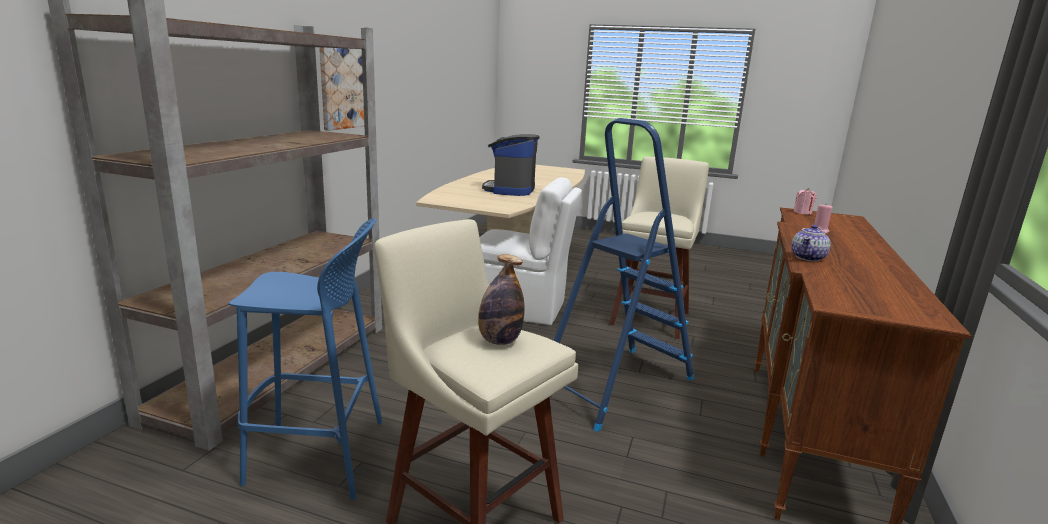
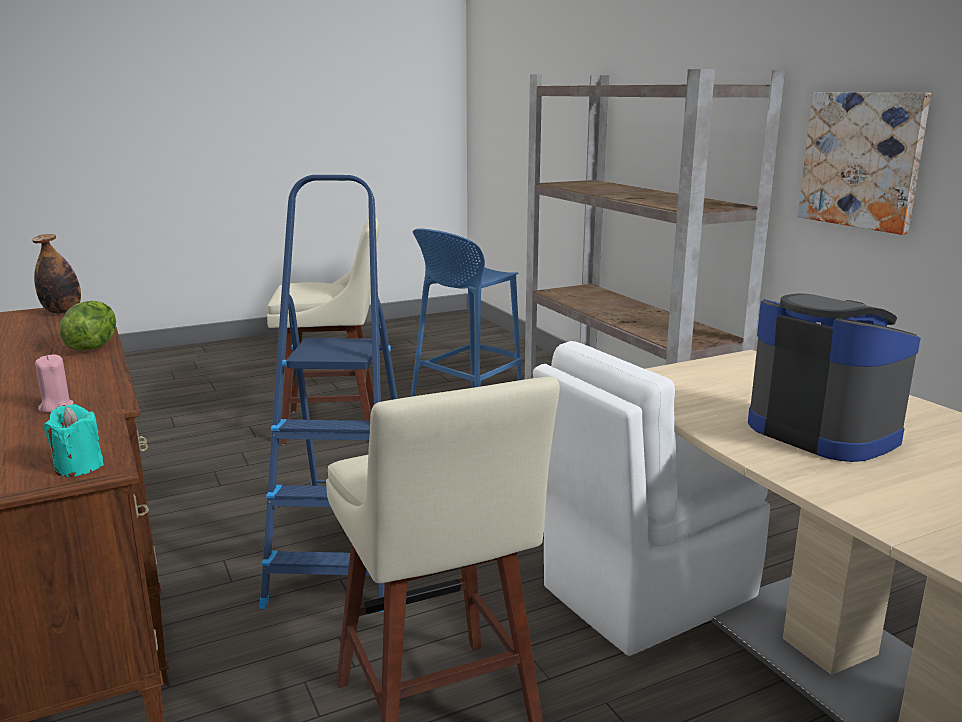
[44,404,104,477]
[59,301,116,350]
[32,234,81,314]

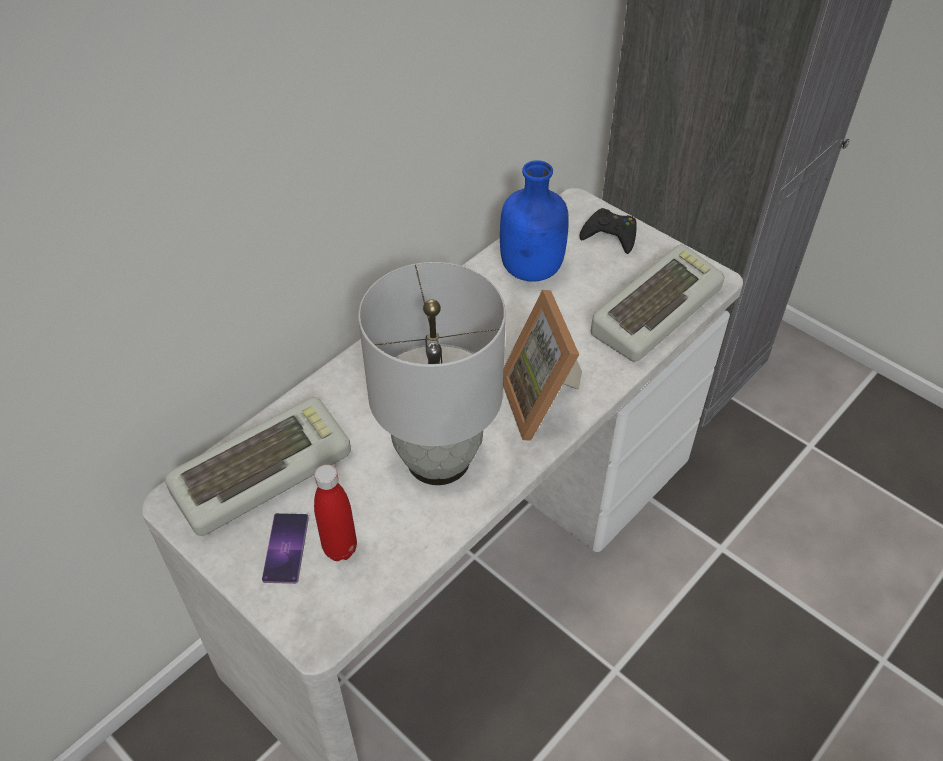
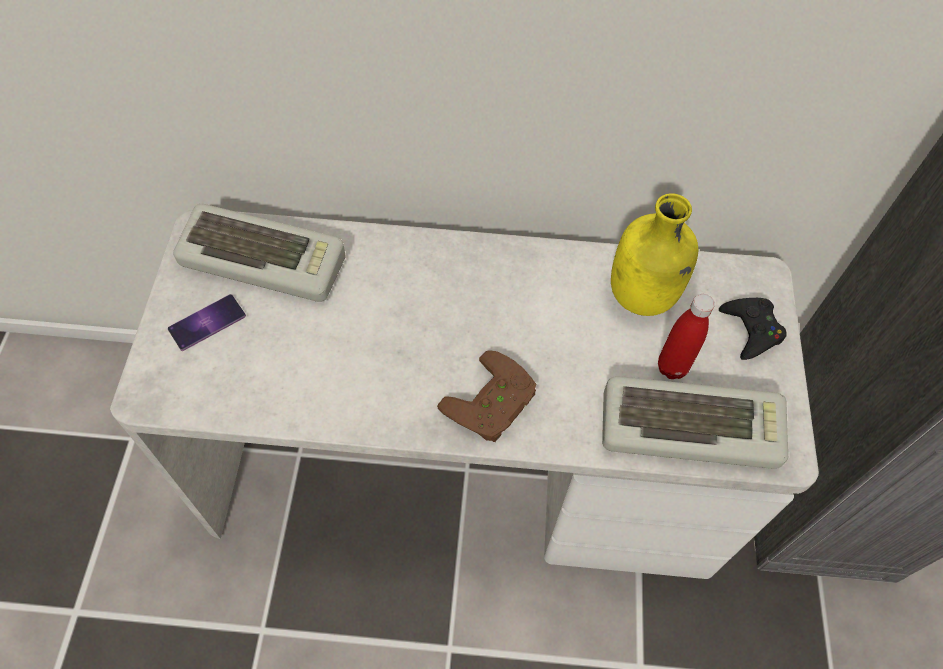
[611,193,698,316]
[358,262,506,485] (first image)
[437,350,536,442]
[658,294,715,379]

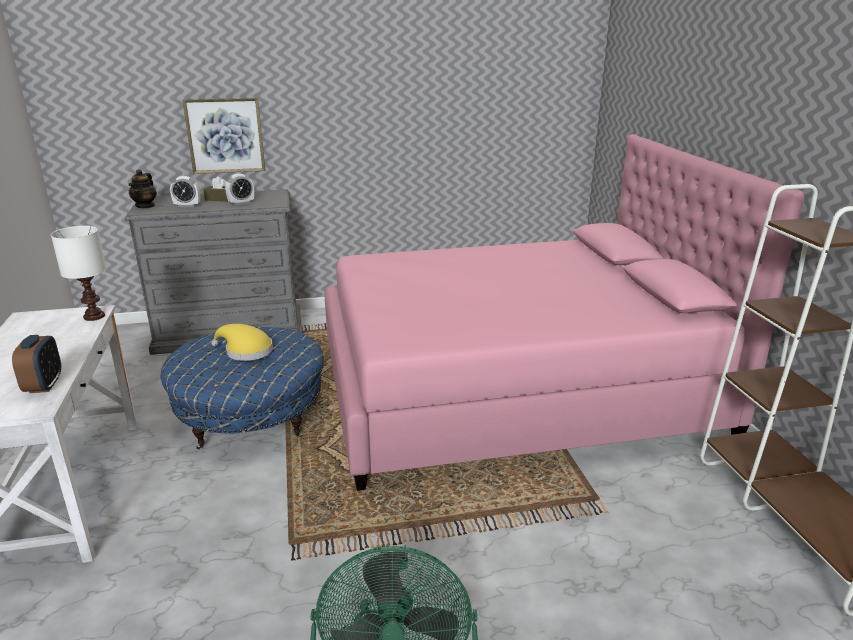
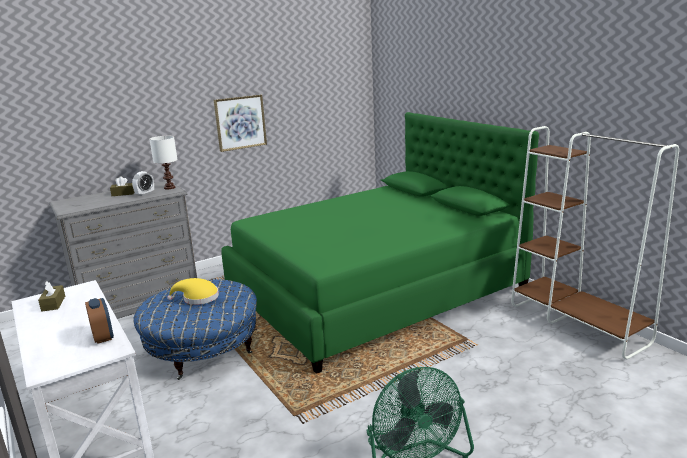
[214,95,267,152]
[221,112,539,374]
[128,169,157,208] (first image)
[170,176,200,207] (first image)
[150,136,178,189]
[38,281,65,312]

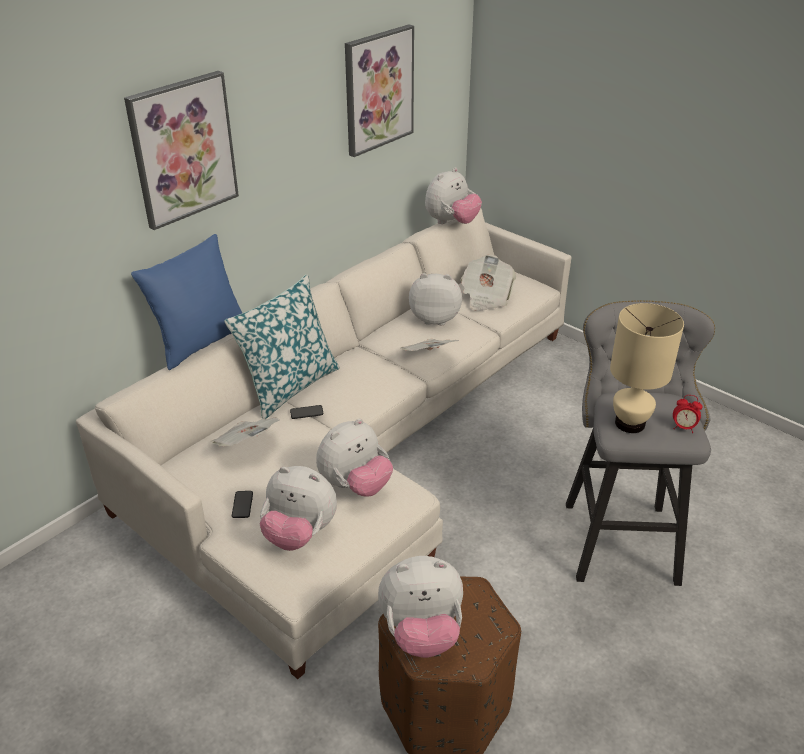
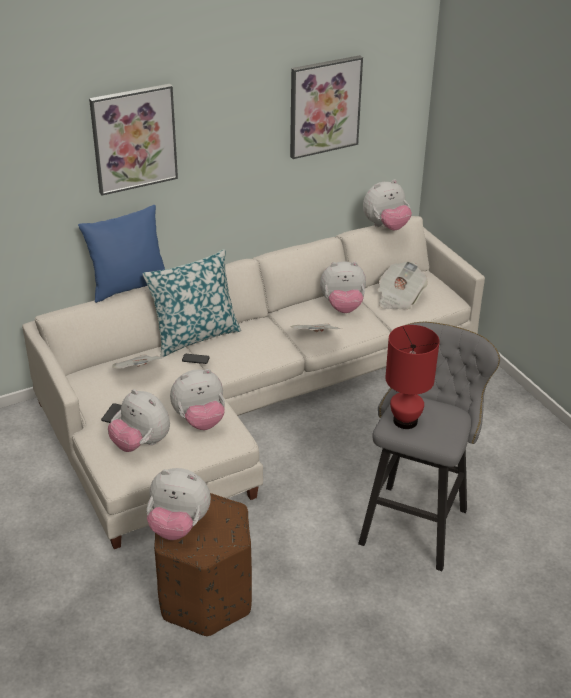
[320,261,366,313]
[385,325,440,429]
[673,395,703,433] (first image)

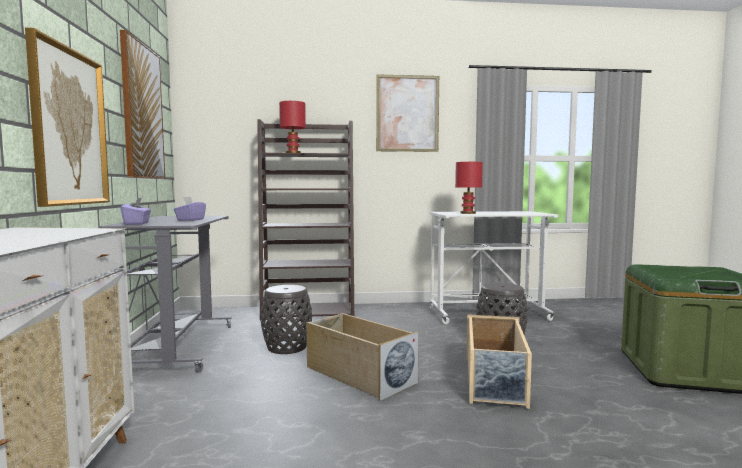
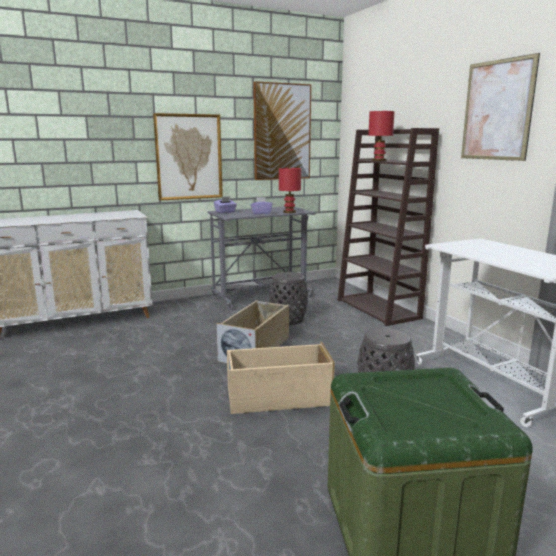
[279,168,301,213]

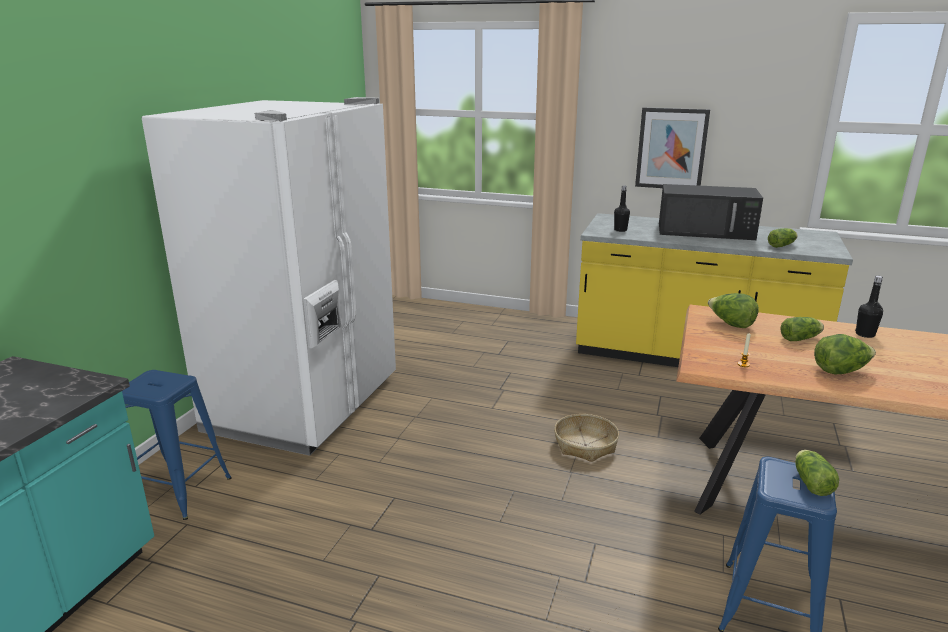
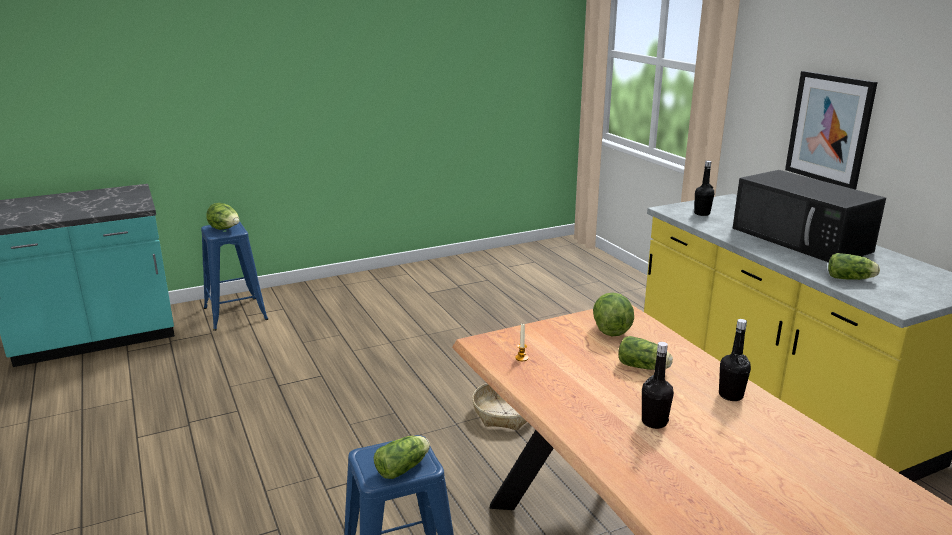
[142,97,396,456] (first image)
[207,203,239,230]
[642,342,674,429]

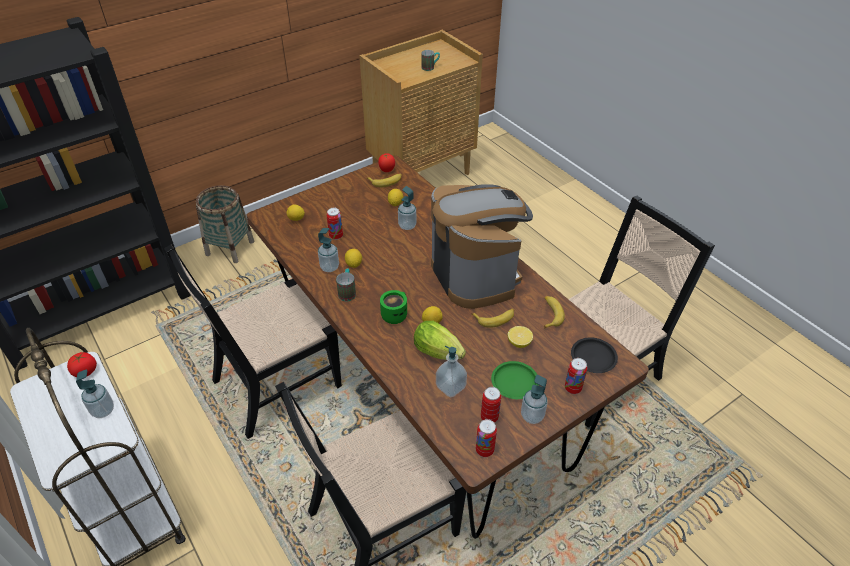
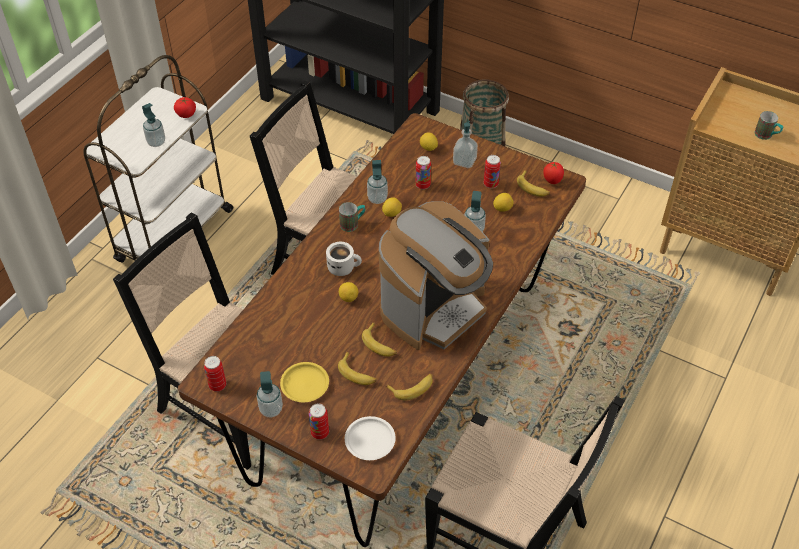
[326,242,362,276]
[414,321,466,360] (first image)
[338,351,377,385]
[345,416,396,460]
[453,121,478,168]
[280,362,329,402]
[484,155,501,188]

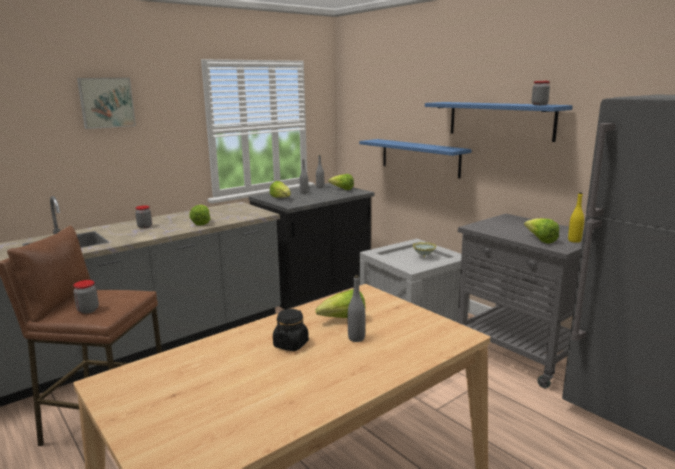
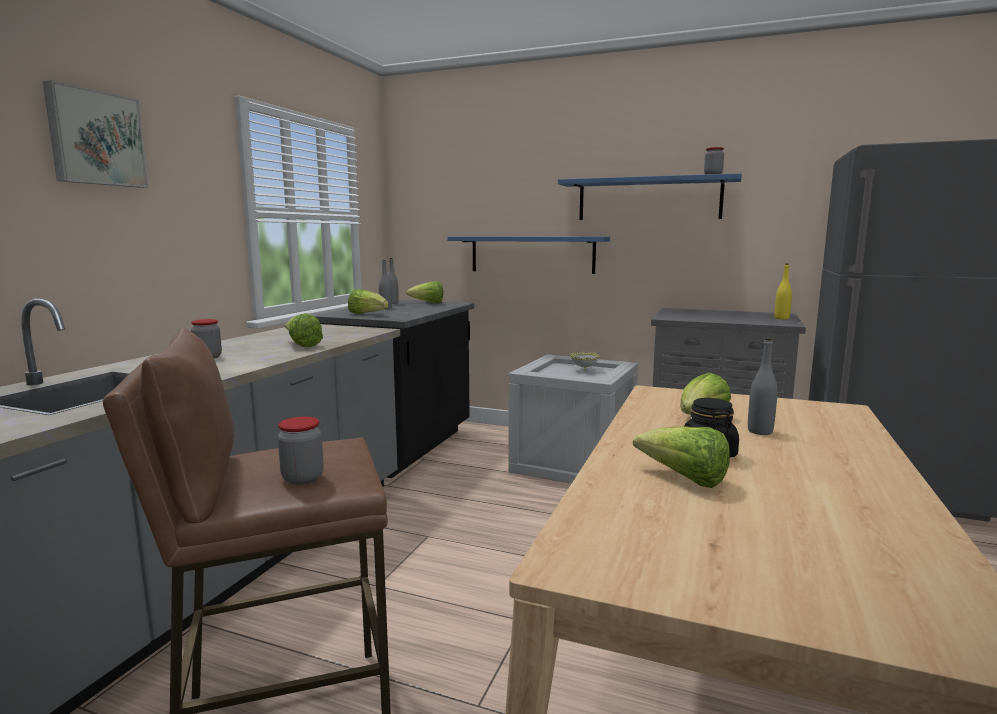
[633,426,730,488]

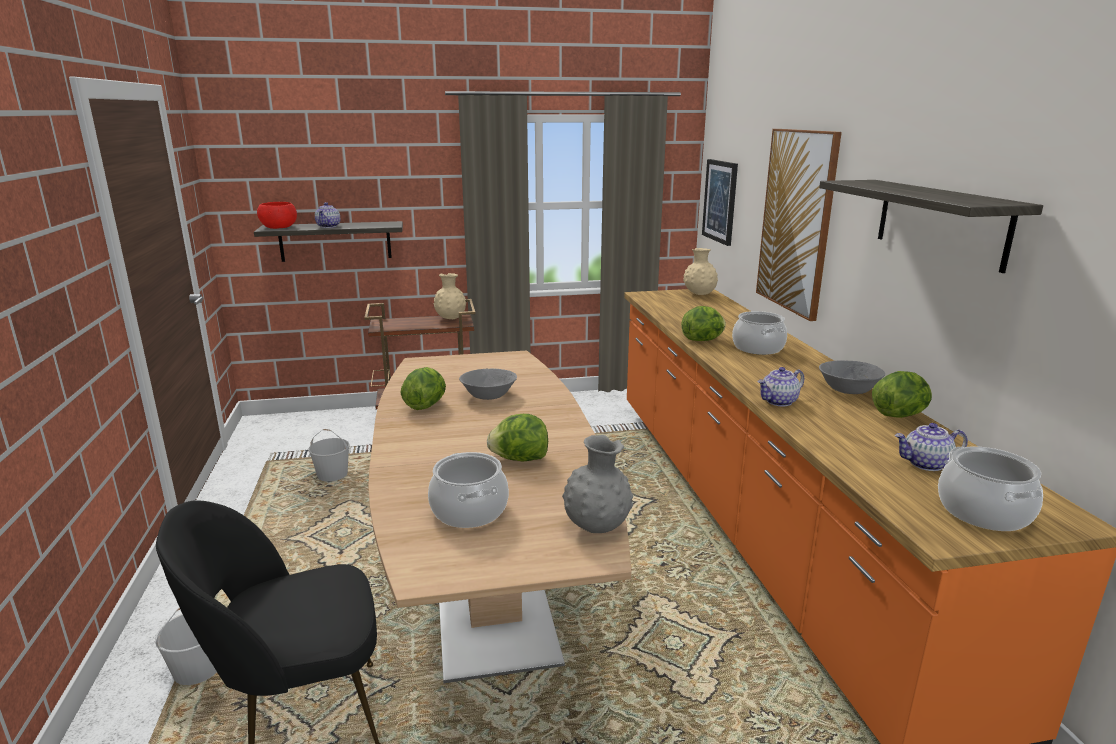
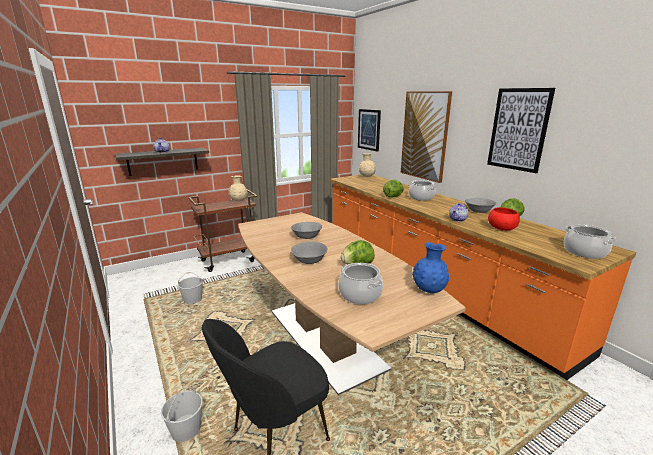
[487,88,555,173]
[488,207,520,231]
[401,367,446,410] (first image)
[895,423,968,471] (first image)
[412,242,449,293]
[291,242,328,264]

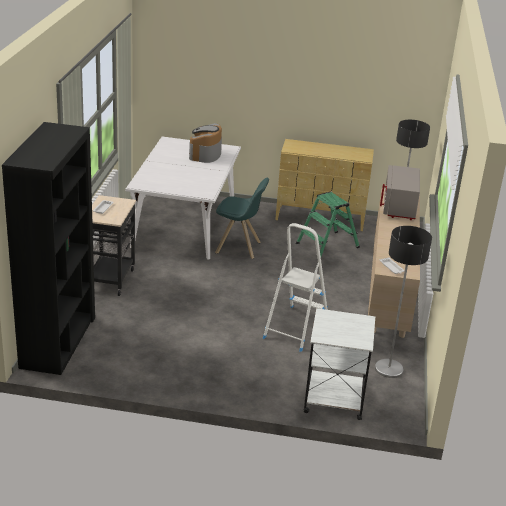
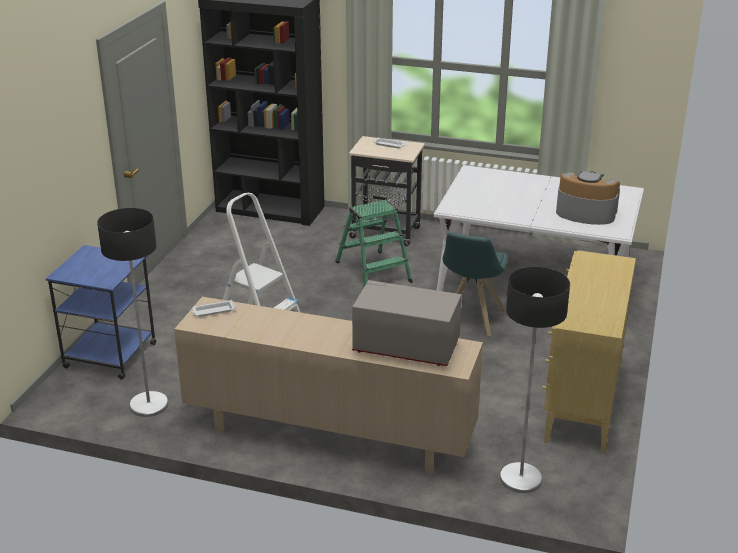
[335,199,413,287]
[46,245,156,380]

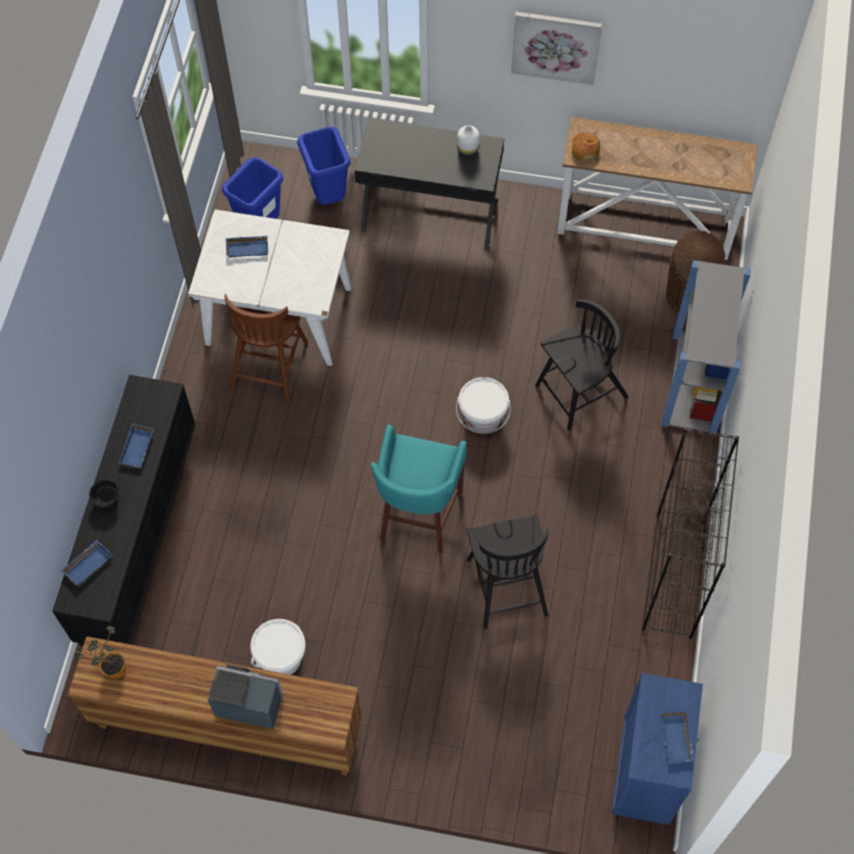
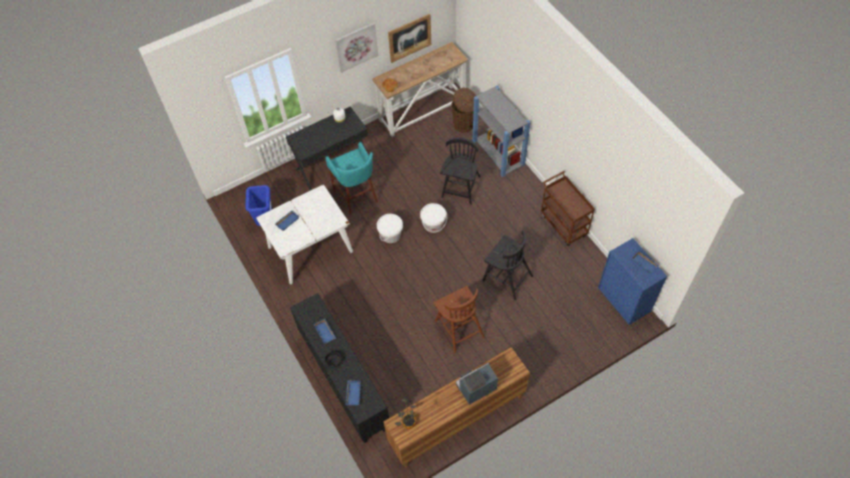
[297,127,350,205] (first image)
[433,286,485,353]
[325,142,378,215]
[541,171,595,246]
[377,214,403,243]
[388,14,431,63]

